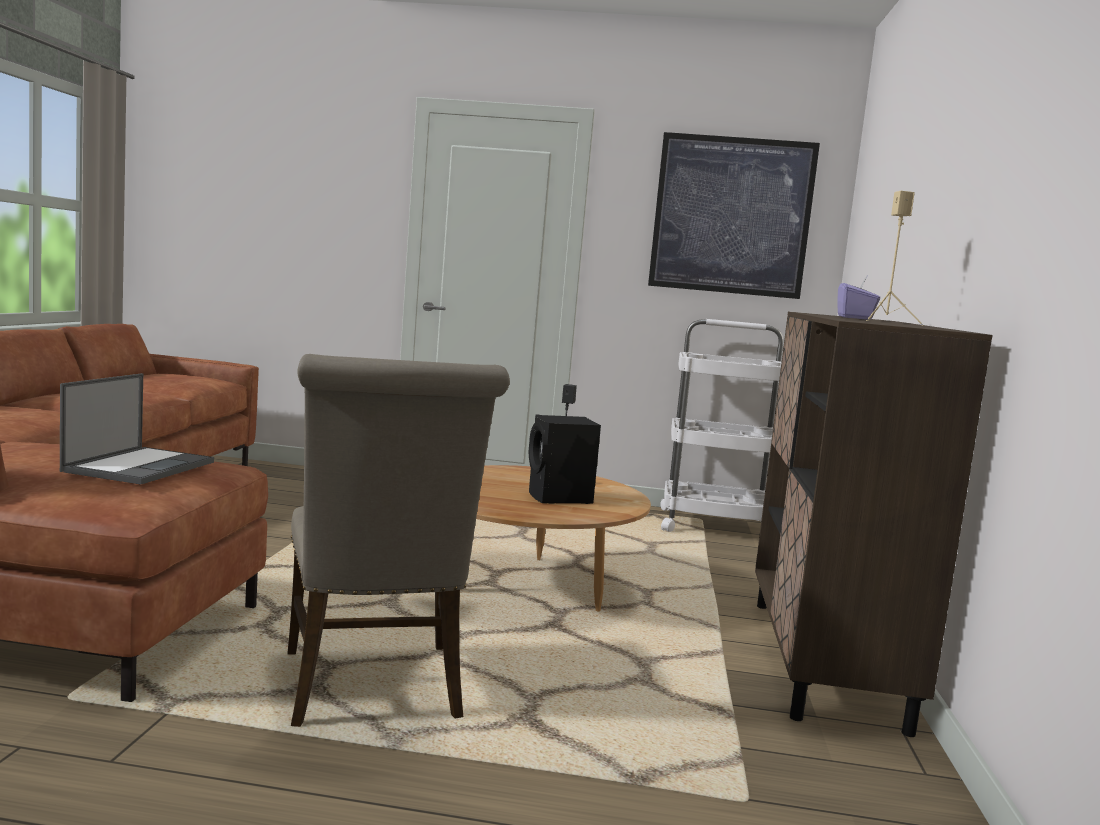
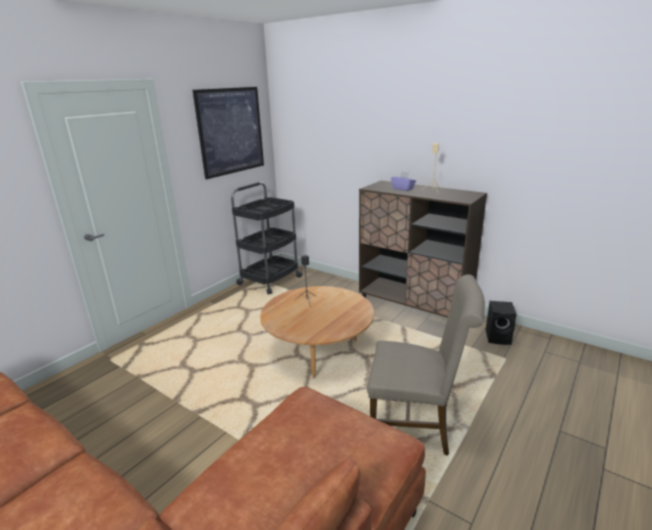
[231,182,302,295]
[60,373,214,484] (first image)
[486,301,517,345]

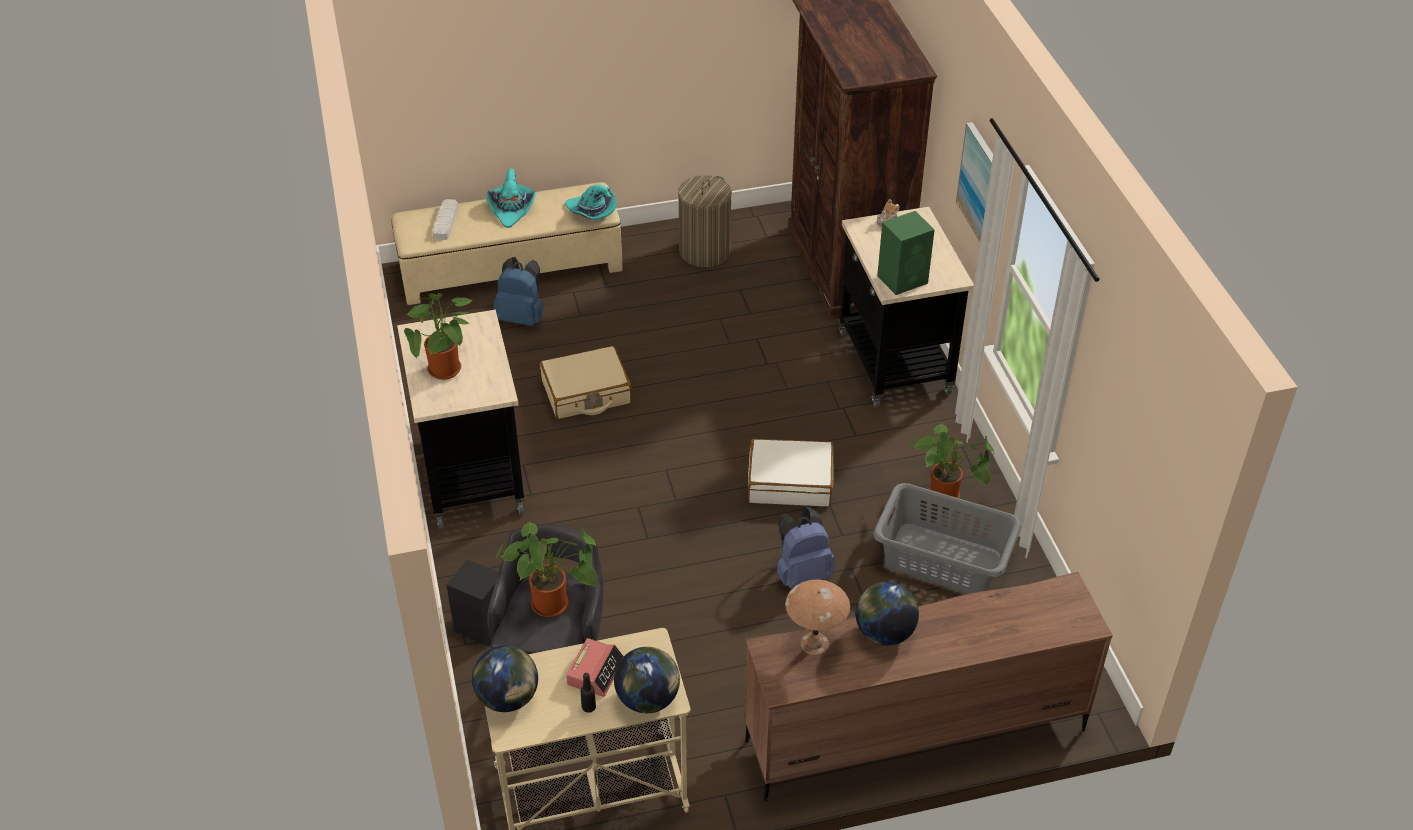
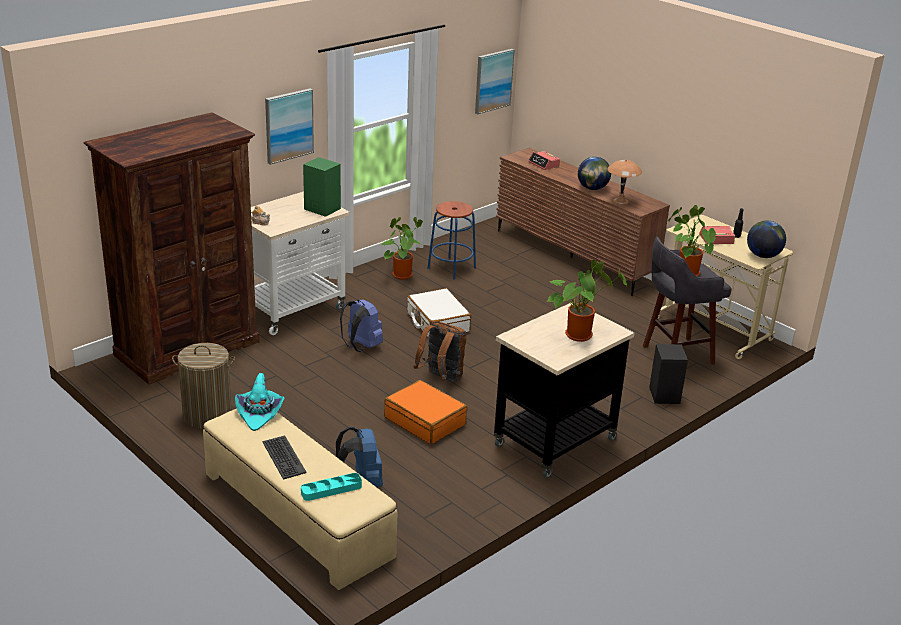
[263,435,307,480]
[301,473,362,501]
[251,192,350,335]
[384,380,467,444]
[427,201,476,280]
[340,300,383,352]
[614,647,680,713] (first image)
[475,49,515,114]
[528,151,560,170]
[413,321,467,382]

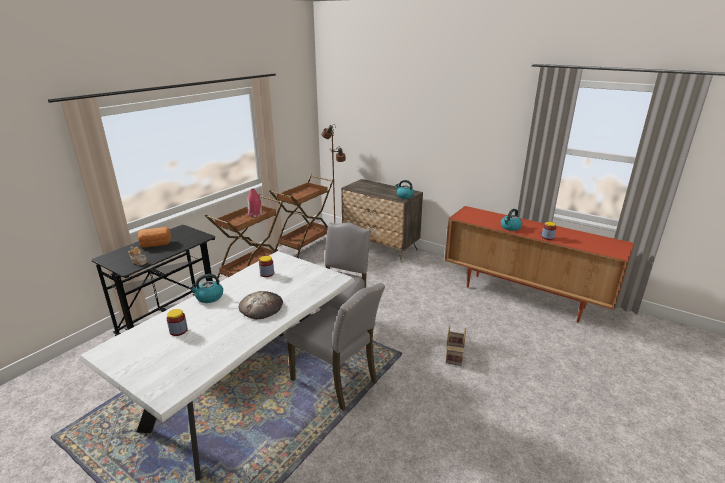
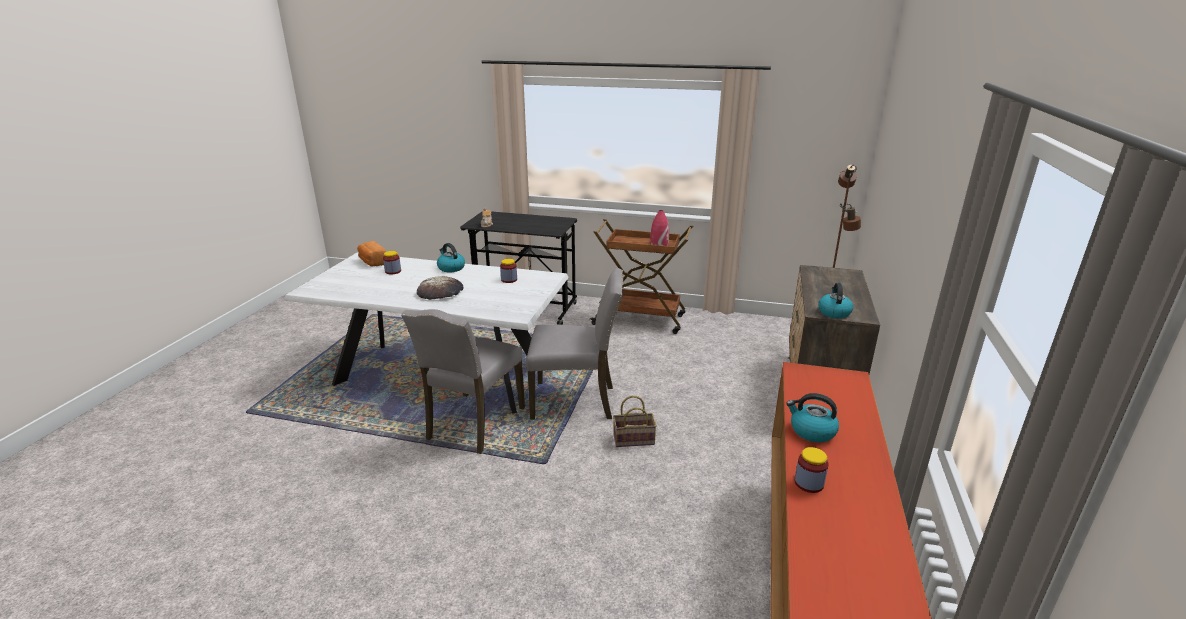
[269,174,334,258] (first image)
[357,241,386,267]
[613,396,657,447]

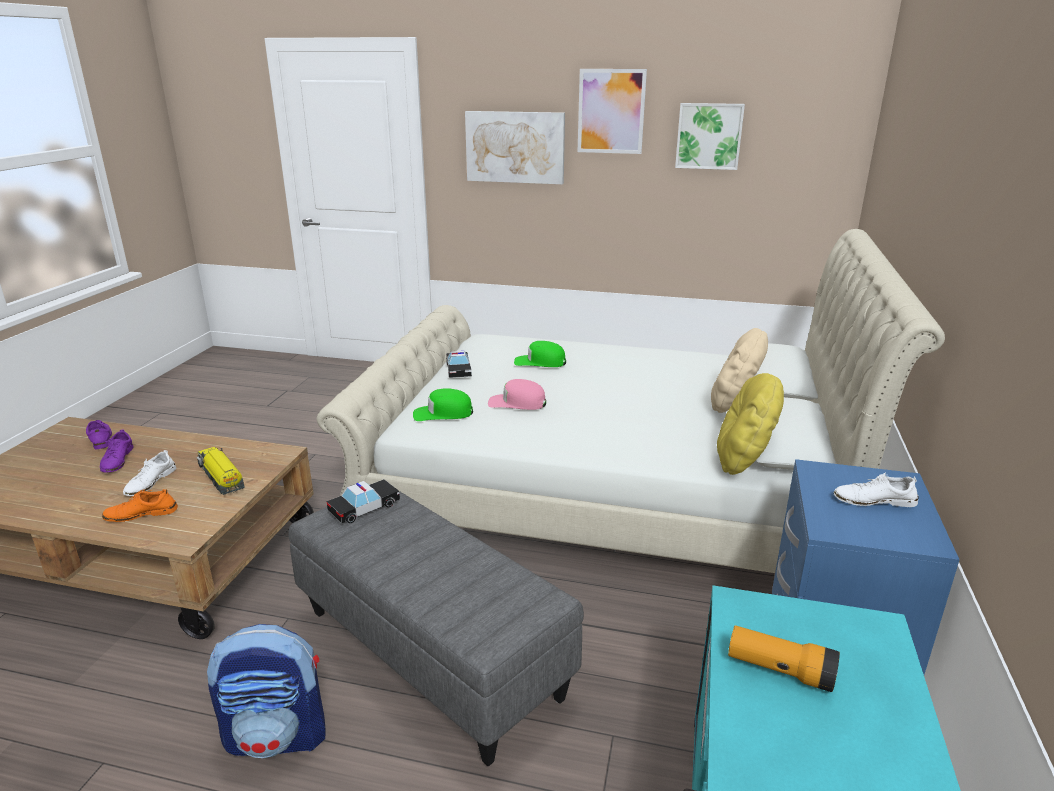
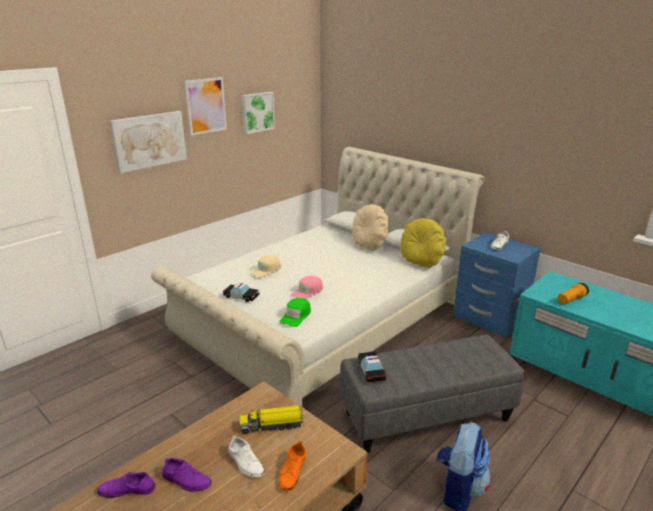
[250,255,281,278]

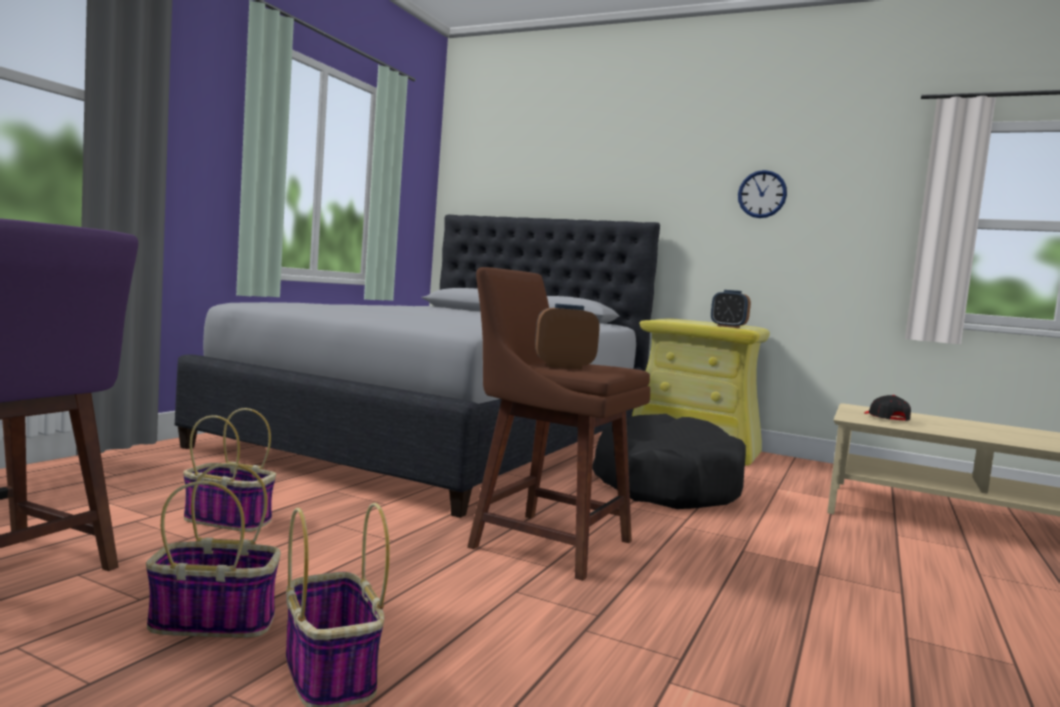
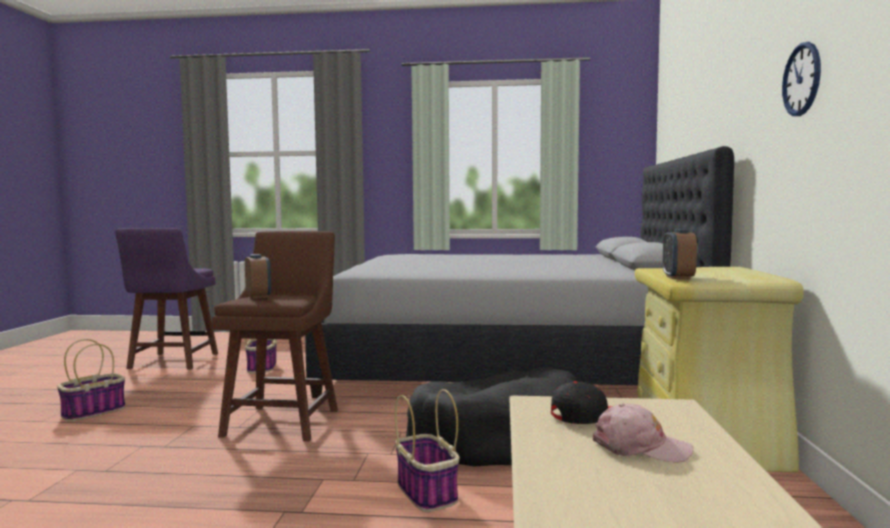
[395,389,460,512]
[593,403,694,463]

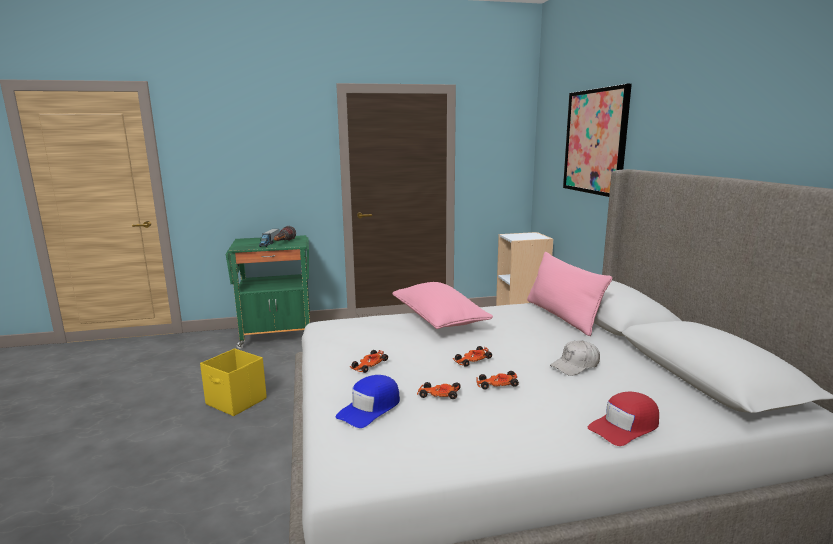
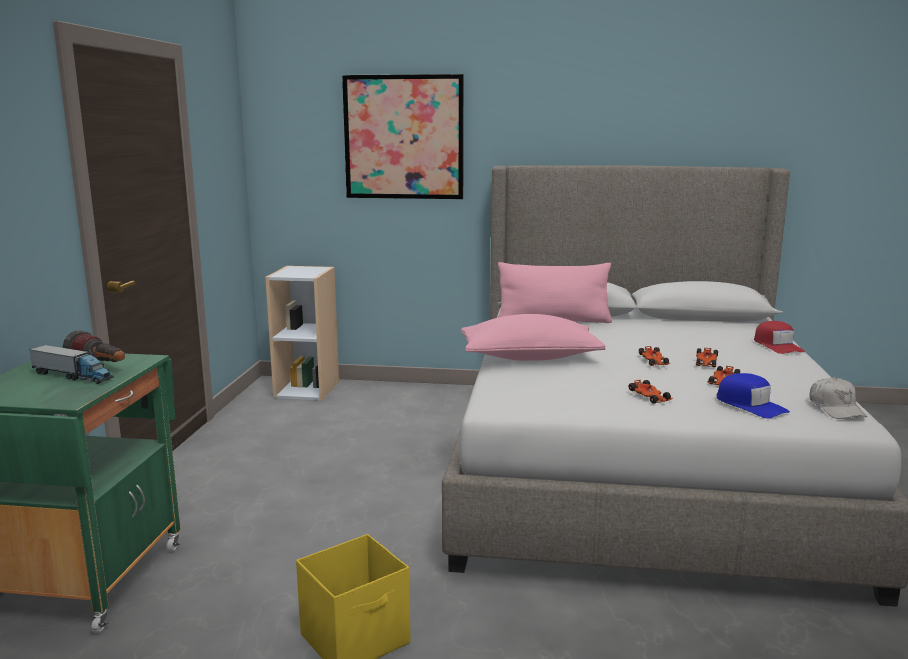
[809,377,867,419]

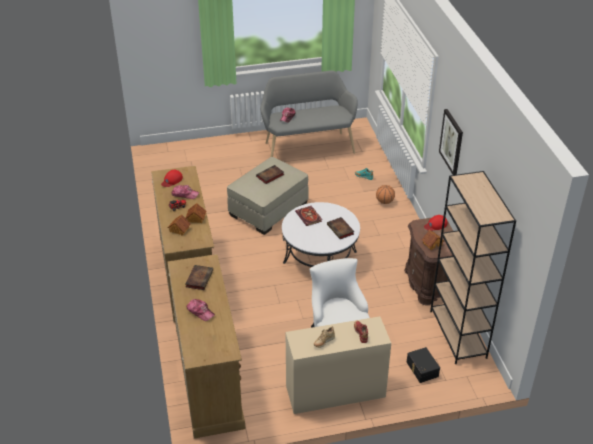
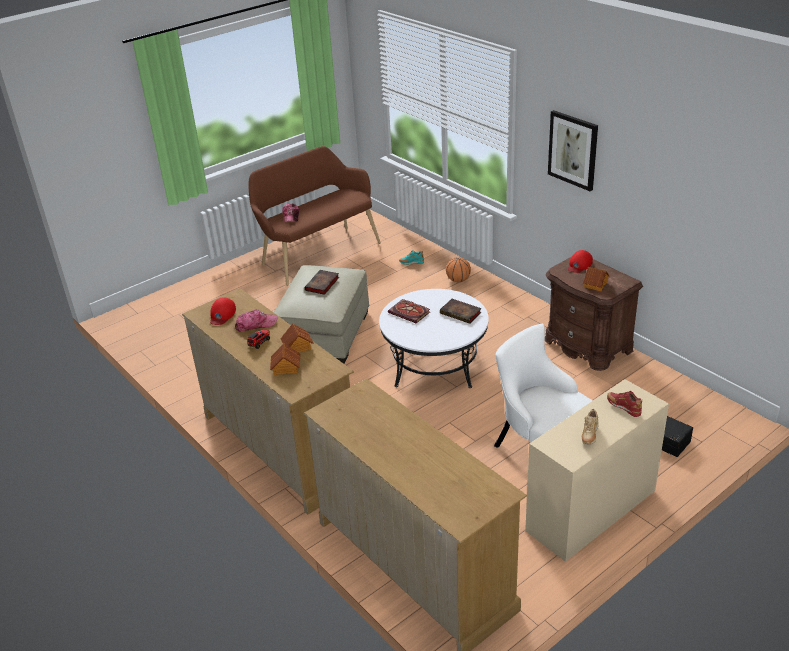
[249,146,381,286]
[430,171,516,364] (first image)
[185,265,213,290] (first image)
[187,299,215,321] (first image)

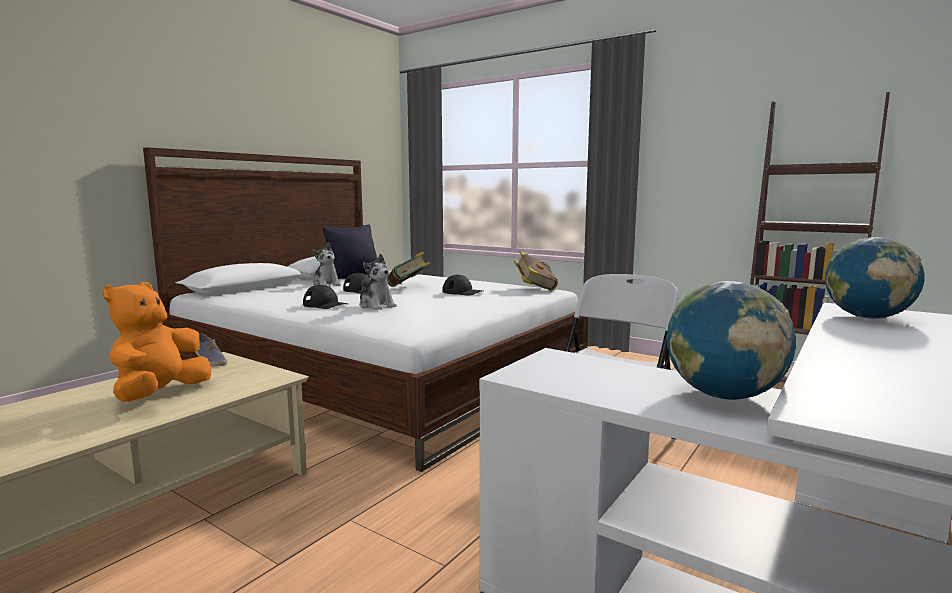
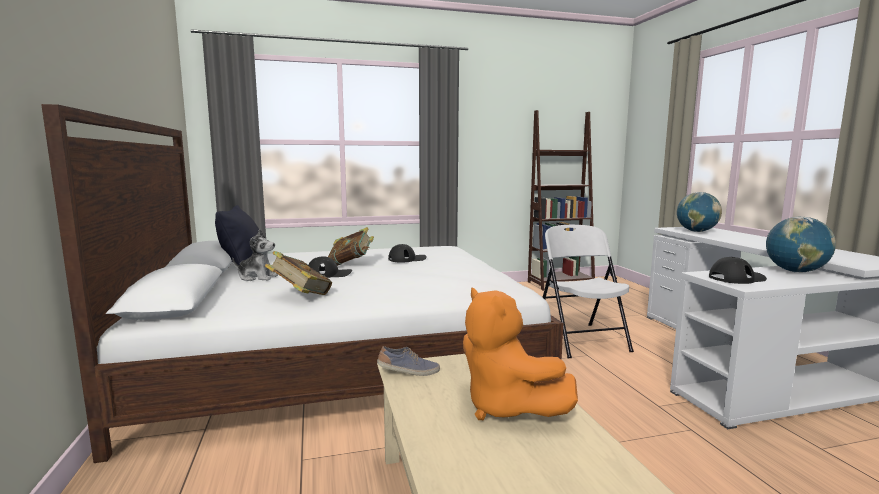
[265,251,332,295]
[359,254,397,310] (first image)
[709,257,767,284]

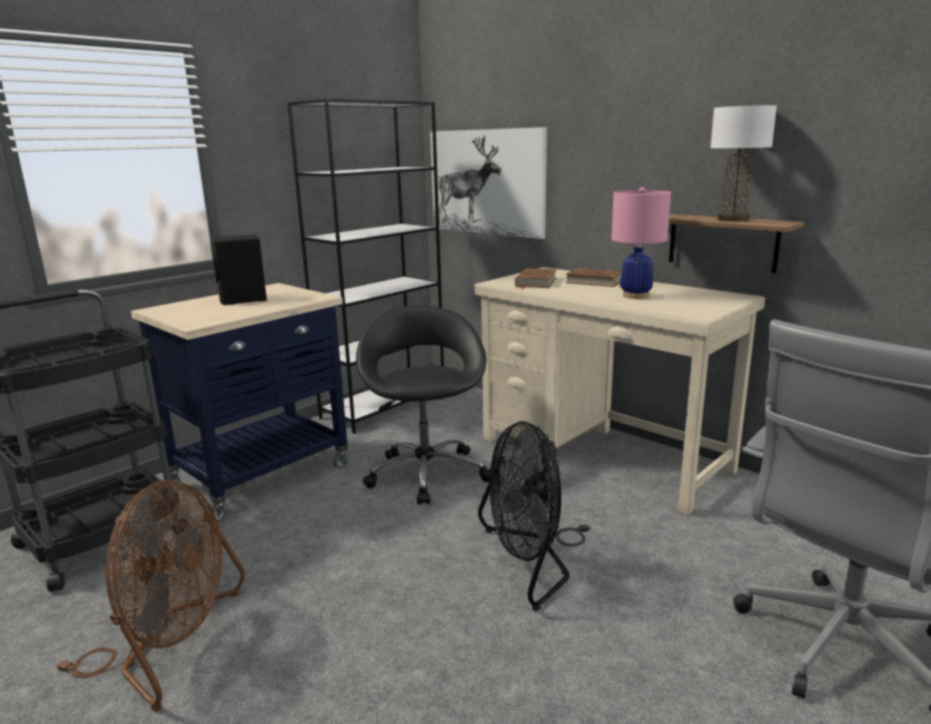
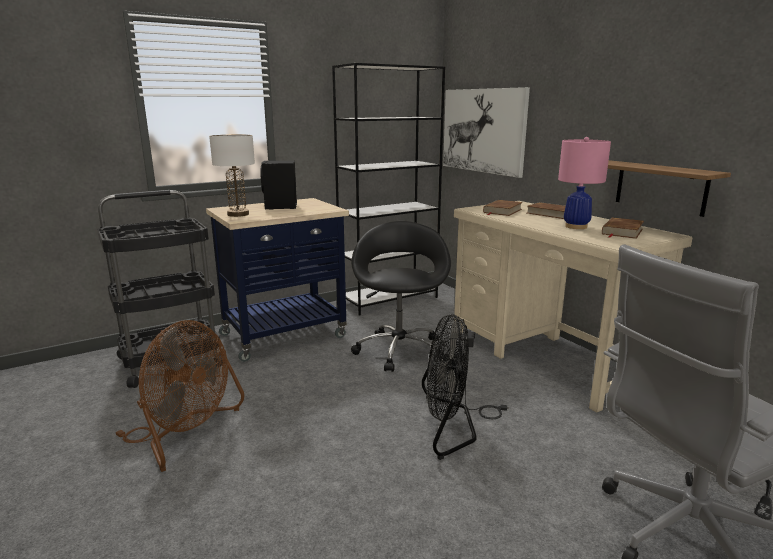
[209,134,255,217]
[602,217,644,239]

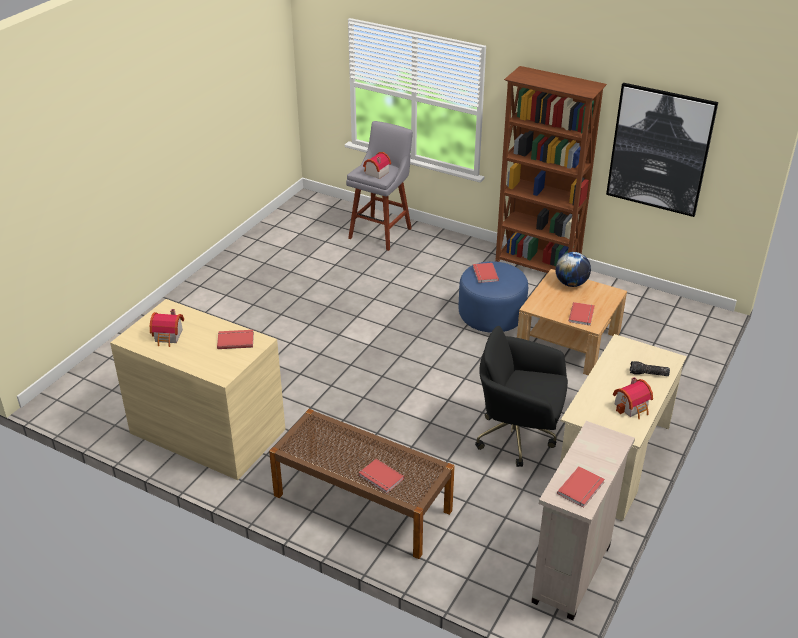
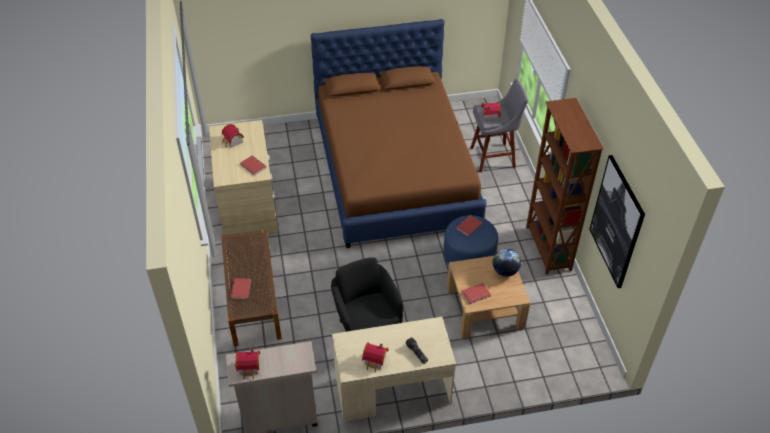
[235,348,260,380]
[311,19,487,248]

